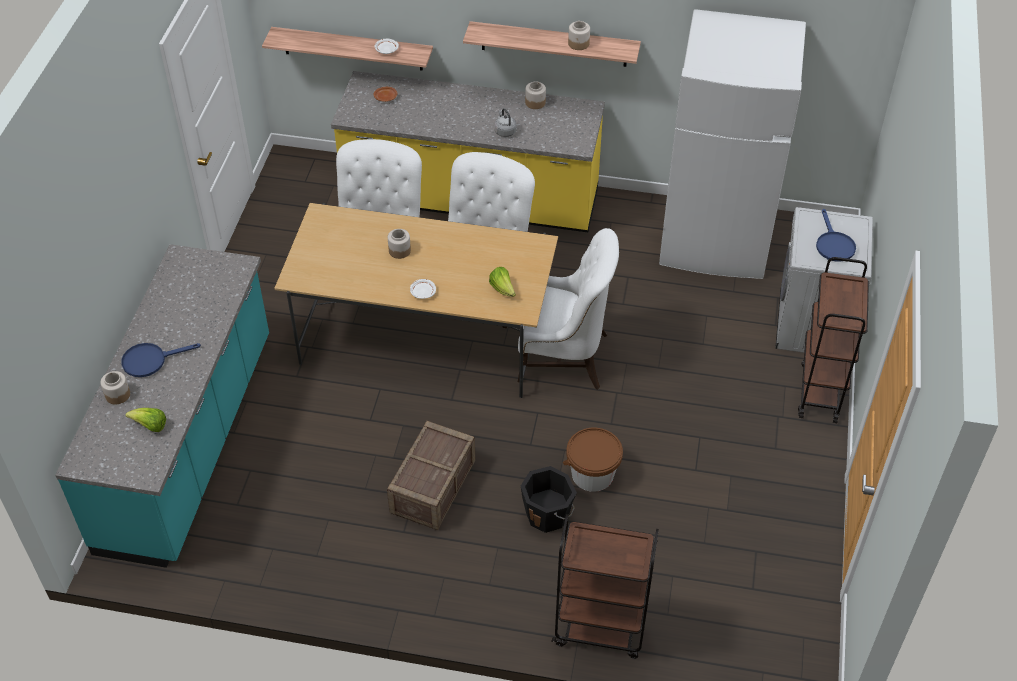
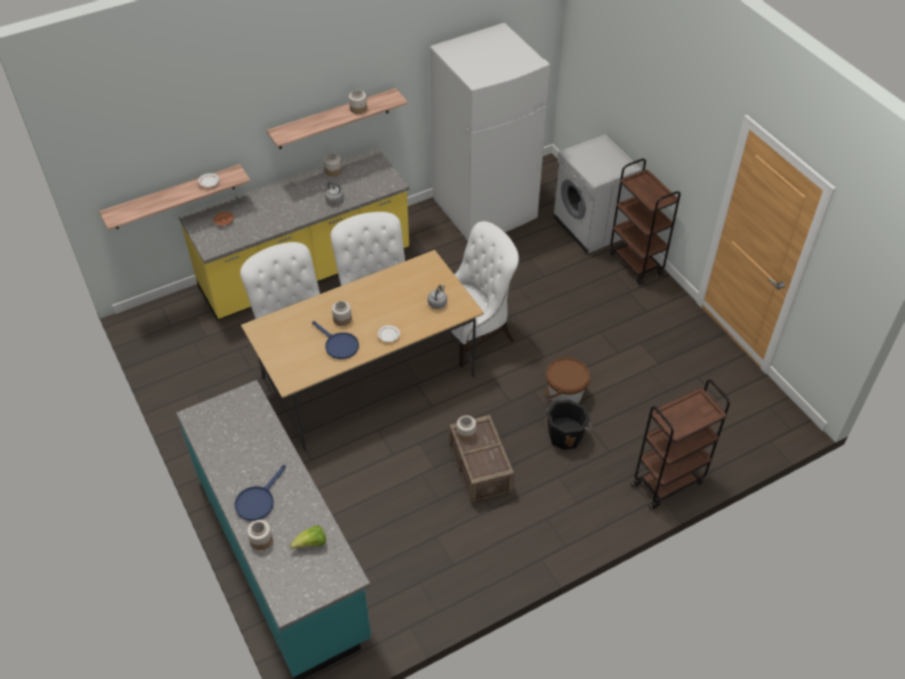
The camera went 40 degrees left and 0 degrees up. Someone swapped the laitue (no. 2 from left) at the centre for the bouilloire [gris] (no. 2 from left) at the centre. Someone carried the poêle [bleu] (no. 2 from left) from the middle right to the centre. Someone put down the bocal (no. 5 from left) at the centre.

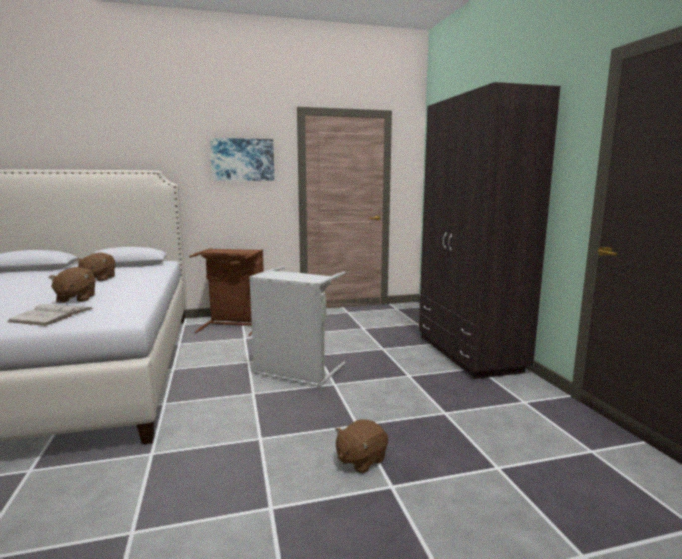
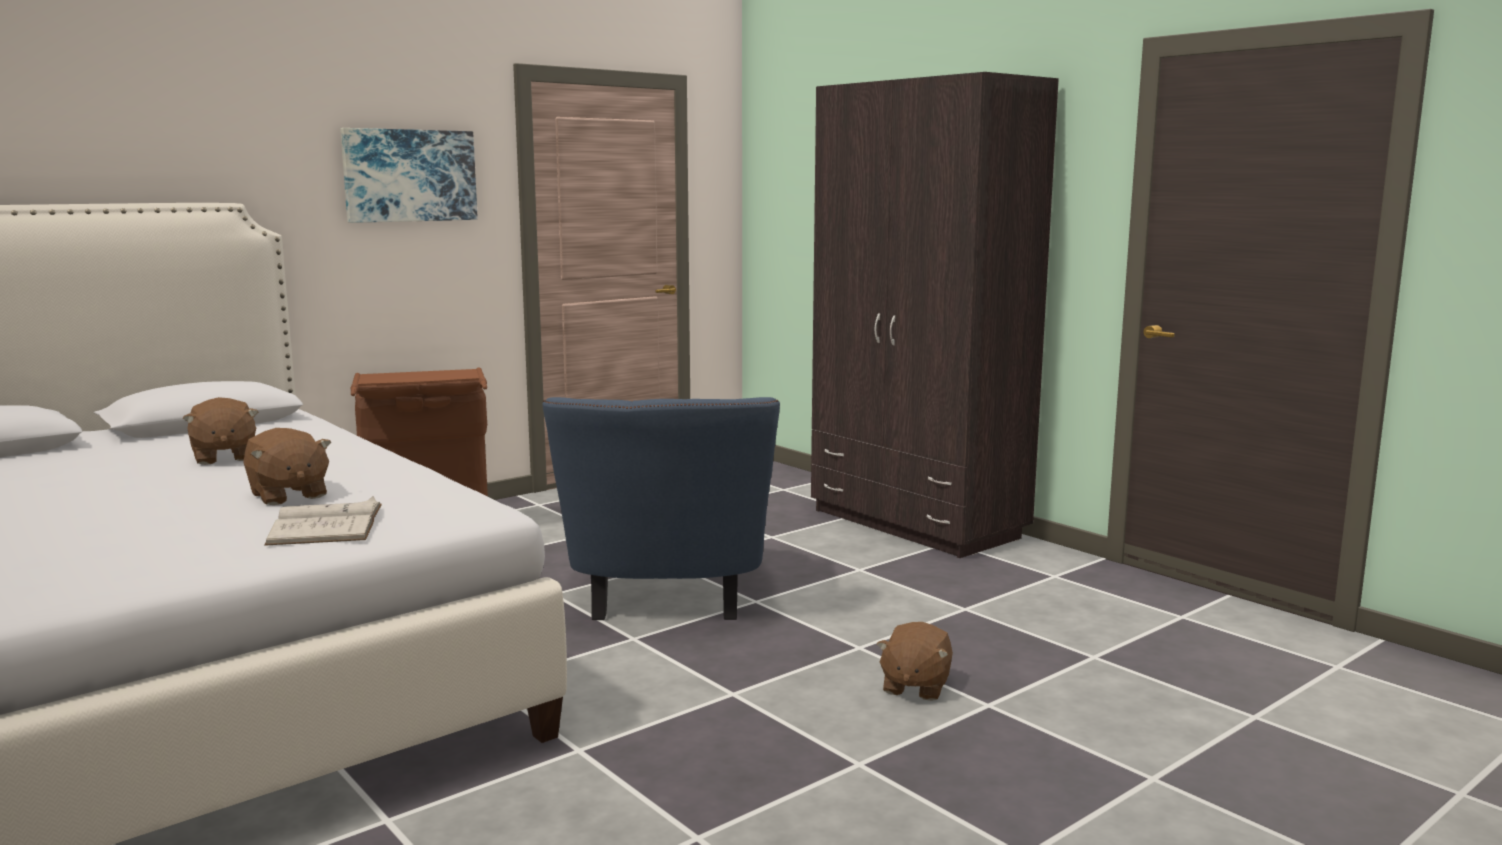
The camera went 25 degrees left and 0 degrees up. Someone swapped the panier à linge [gris] at the centre for the fauteuil [bleu] at the centre.

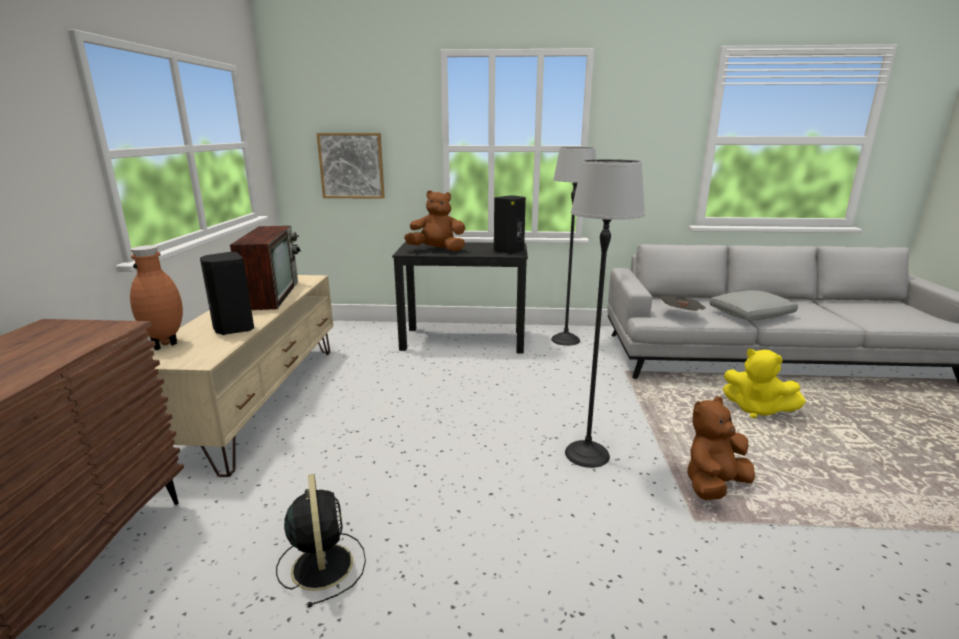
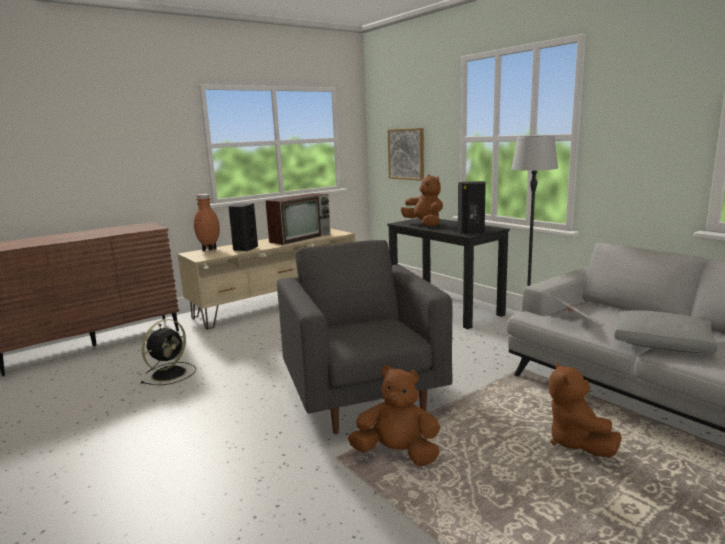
The camera went 50 degrees right and 5 degrees down. Someone swapped the lampadaire (no. 2 from left) at the centre for the fauteuil [gris] at the centre. Someone repainted the peluche [jaune] at the middle right, which became the peluche [marron] (no. 3 from left) at the bottom right.

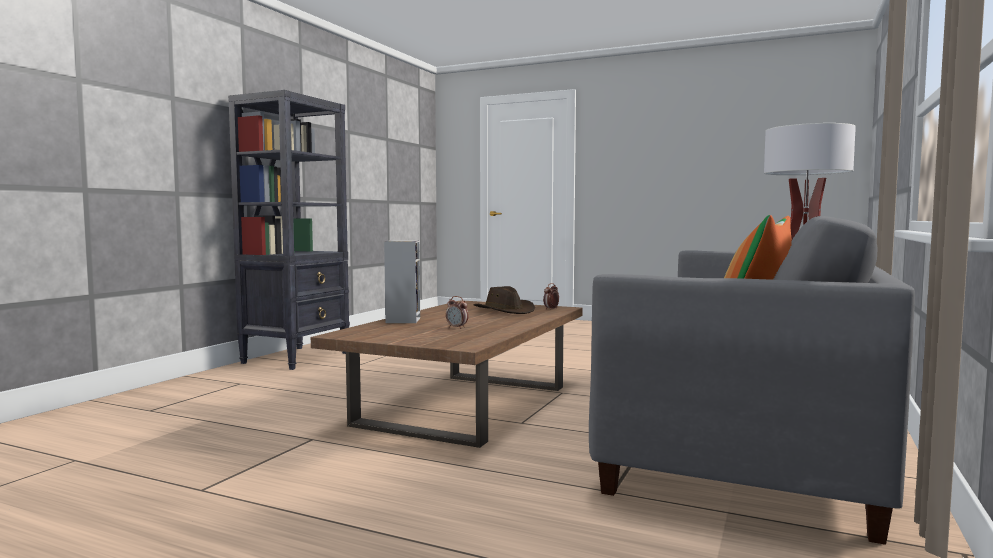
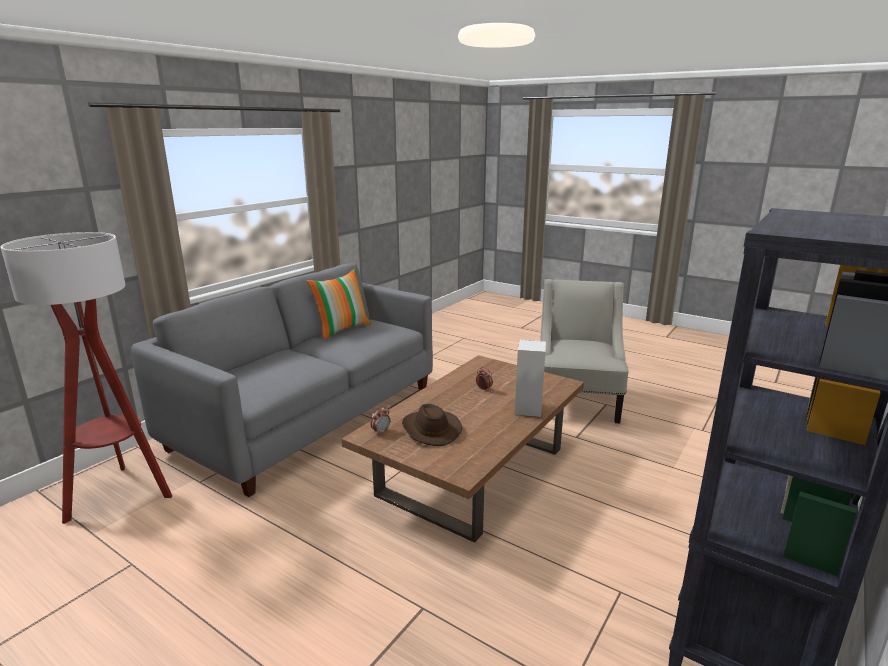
The camera went 170 degrees left and 15 degrees up. Someone put down the fauteuil [gris] at the centre.

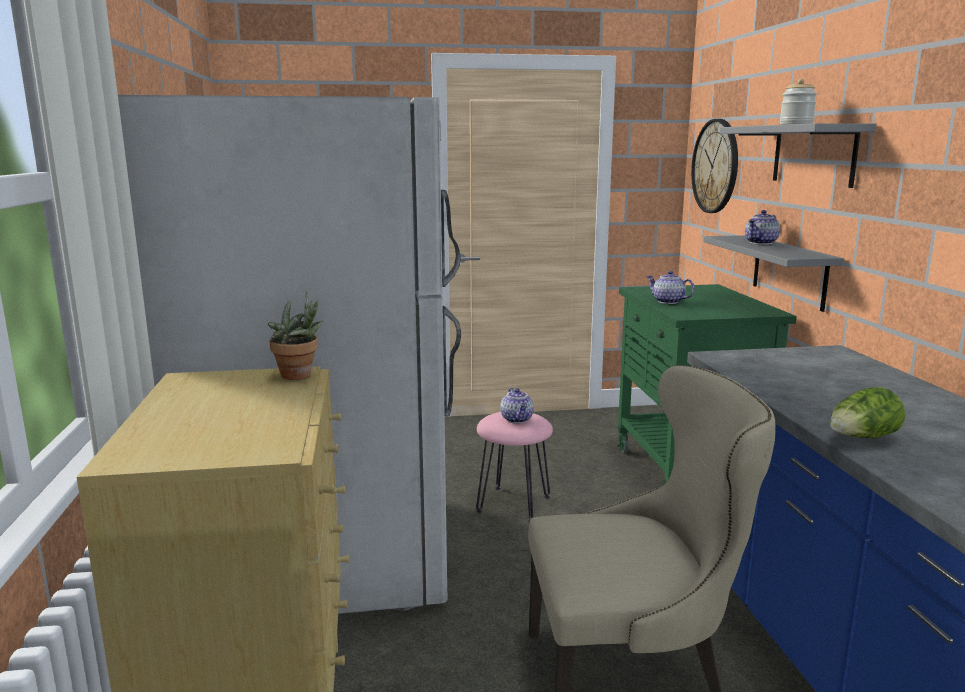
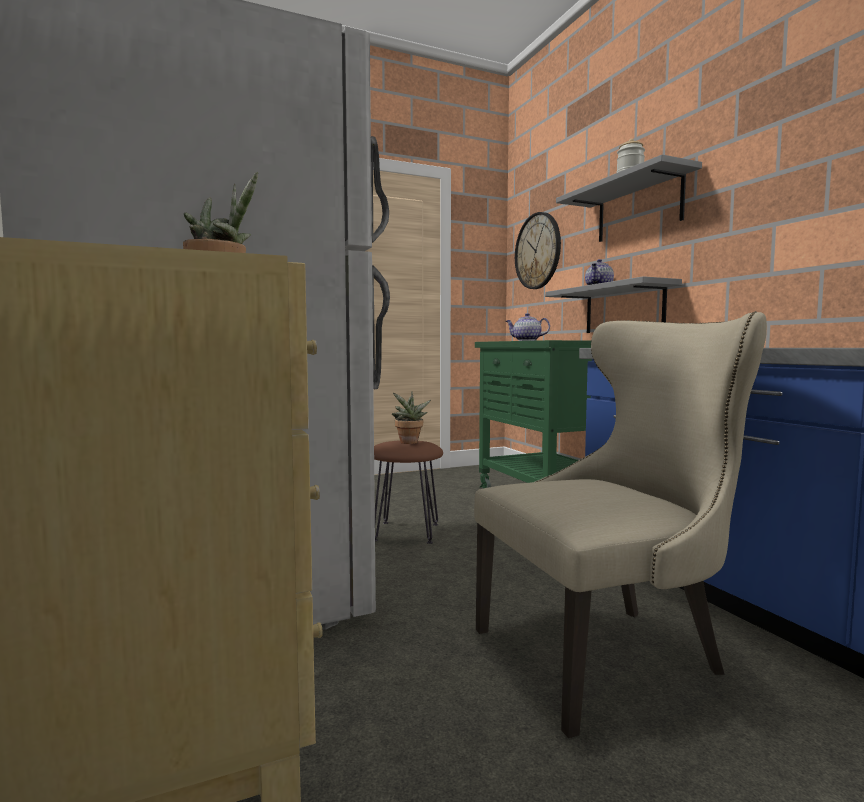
The camera went 15 degrees left and 10 degrees down. Someone repainted the tabouret [rose] at the bottom centre, which became the tabouret [marron] at the centre. Someone swapped the théière (no. 1 from left) at the centre for the plante en pot (no. 2 from left) at the centre. Someone took away the laitue at the middle right.

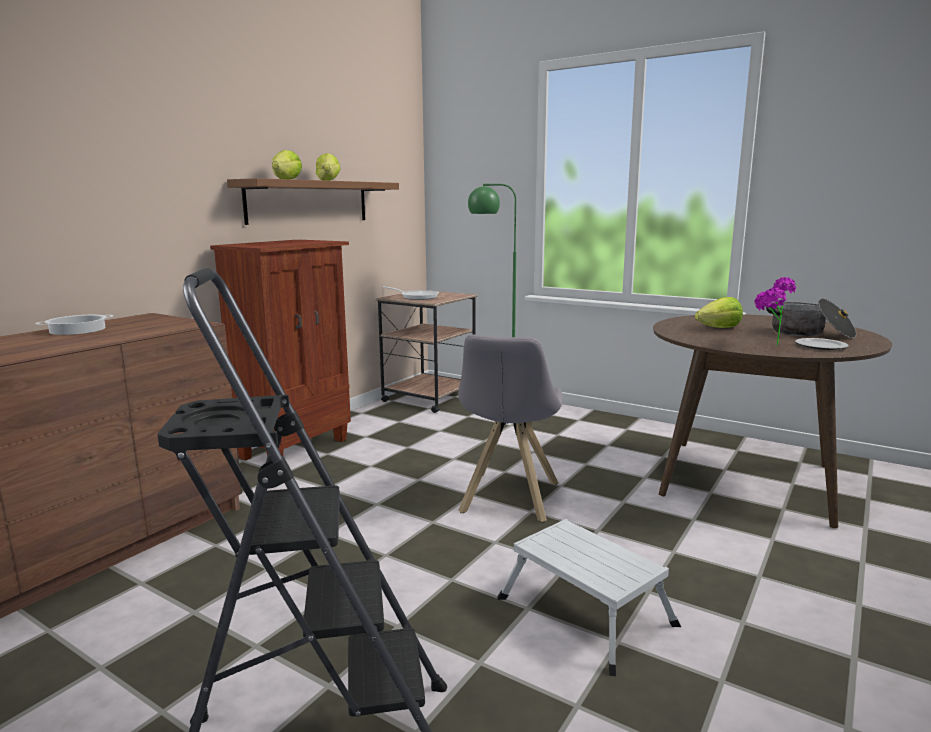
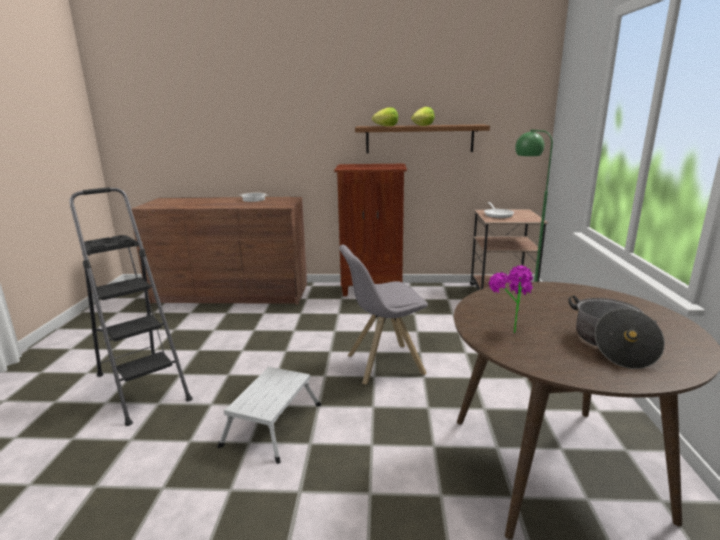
The camera went 60 degrees right and 5 degrees up. Someone took away the laitue (no. 3 from left) at the middle right. Someone took away the assiette at the middle right.

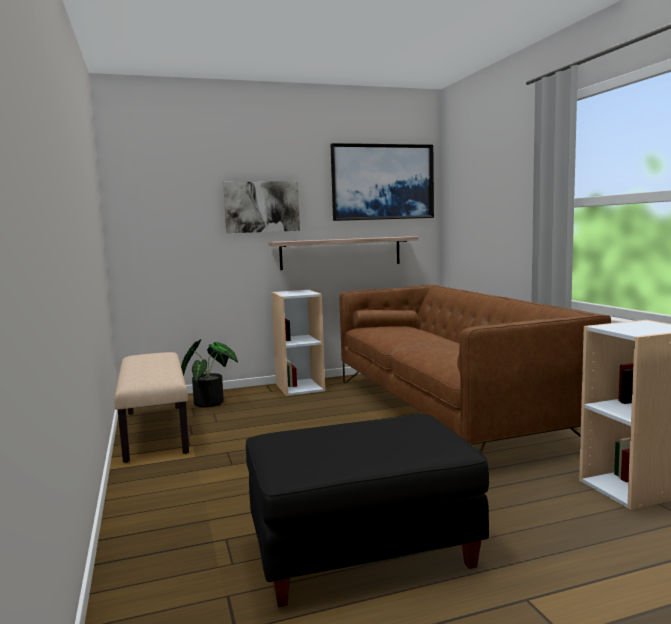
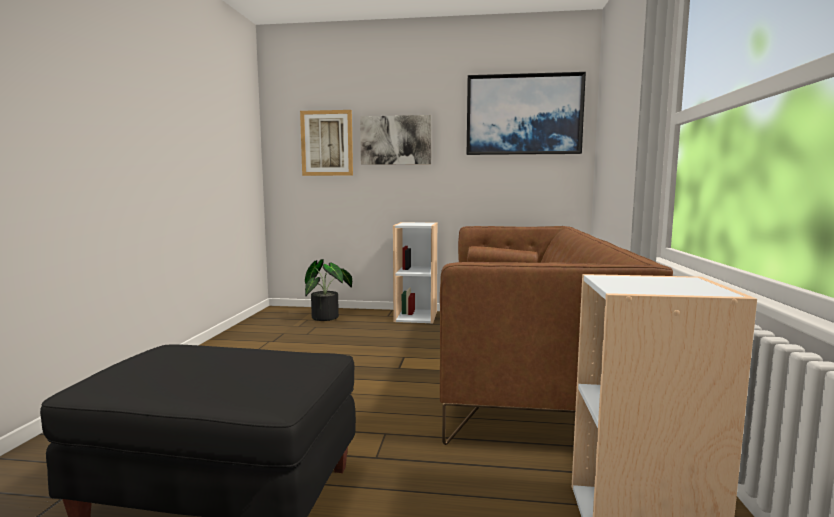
The camera went 25 degrees right and 0 degrees up. Someone took away the banc [beige] at the middle left. Someone took away the étagère at the centre. Someone put up the tableau (no. 1 from left) at the top centre.

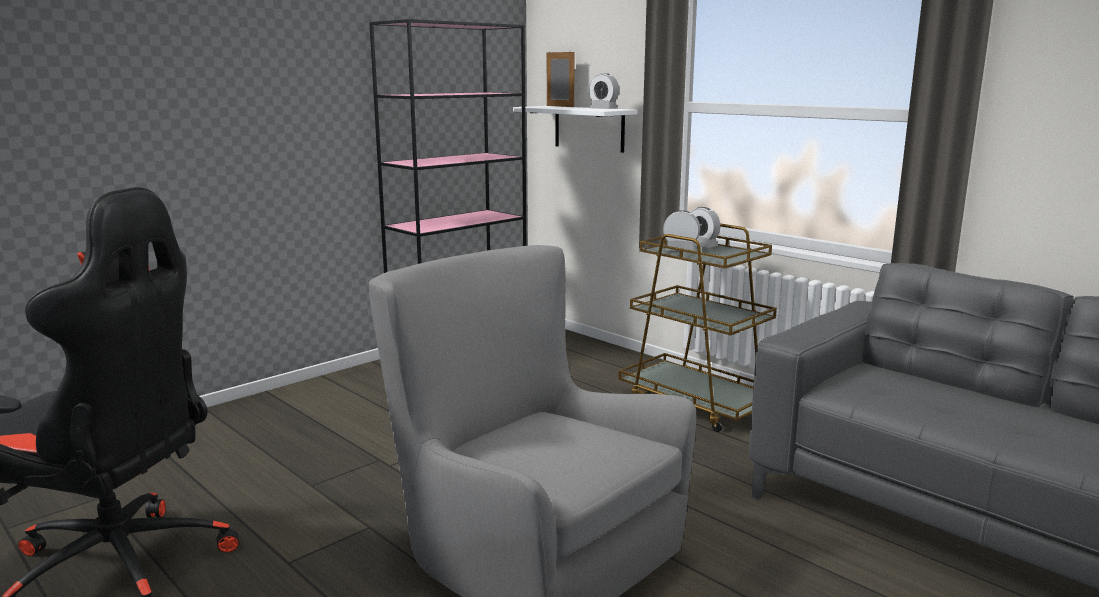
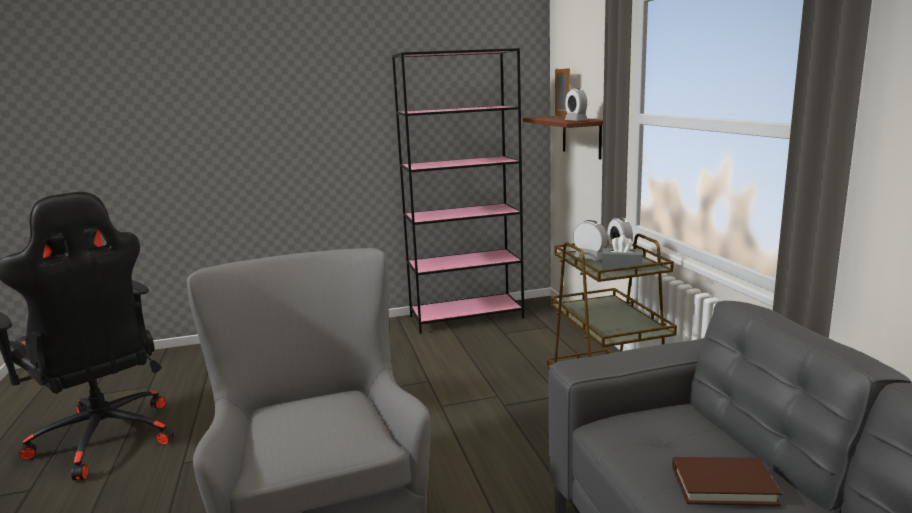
The camera went 30 degrees right and 0 degrees up. Someone repainted the étagère [blanc] at the top centre, which became the étagère [marron] at the top centre. Someone put down the boîte à mouchoirs [gris] at the middle right. Someone put down the livre [marron] at the bottom right.

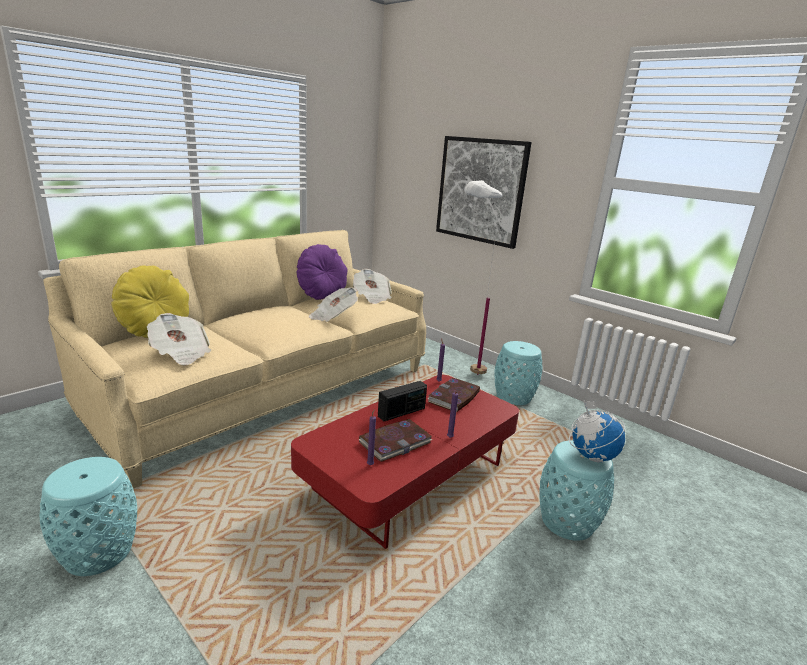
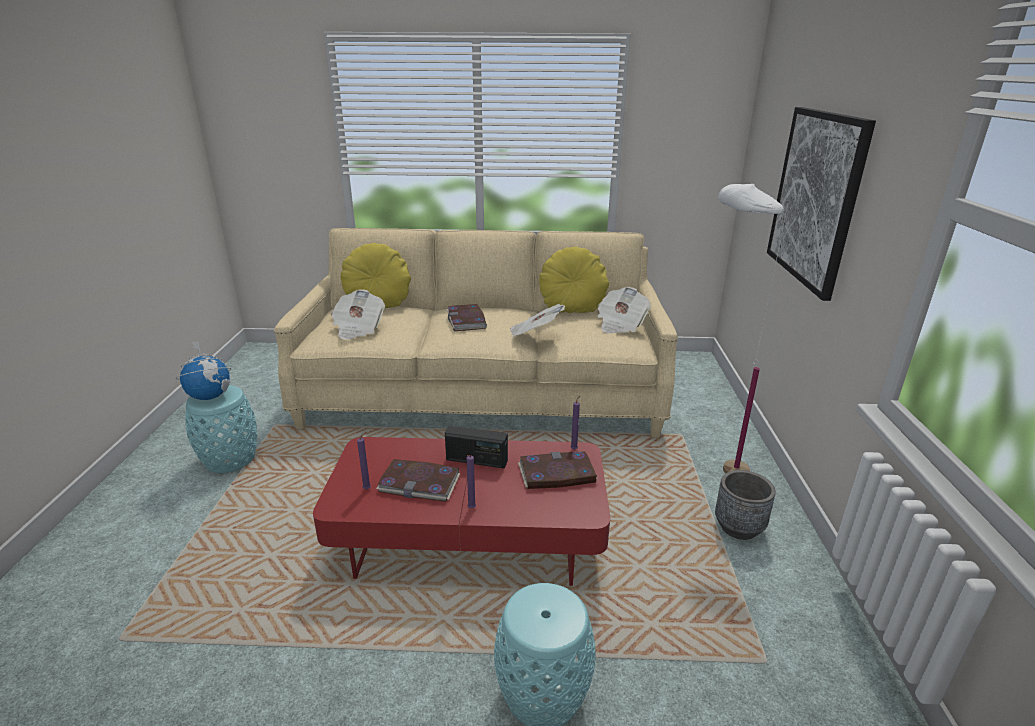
The camera went 50 degrees right and 5 degrees up. Someone repainted the coussin [violet] at the centre, which became the coussin [jaune] (no. 2 from left) at the centre. Someone swapped the tabouret [turquoise] (no. 2 from left) at the centre for the cache-pot [gris] at the bottom right. Someone carried the globe from the middle right to the middle left. Someone put down the livre (no. 2 from left) at the centre.

